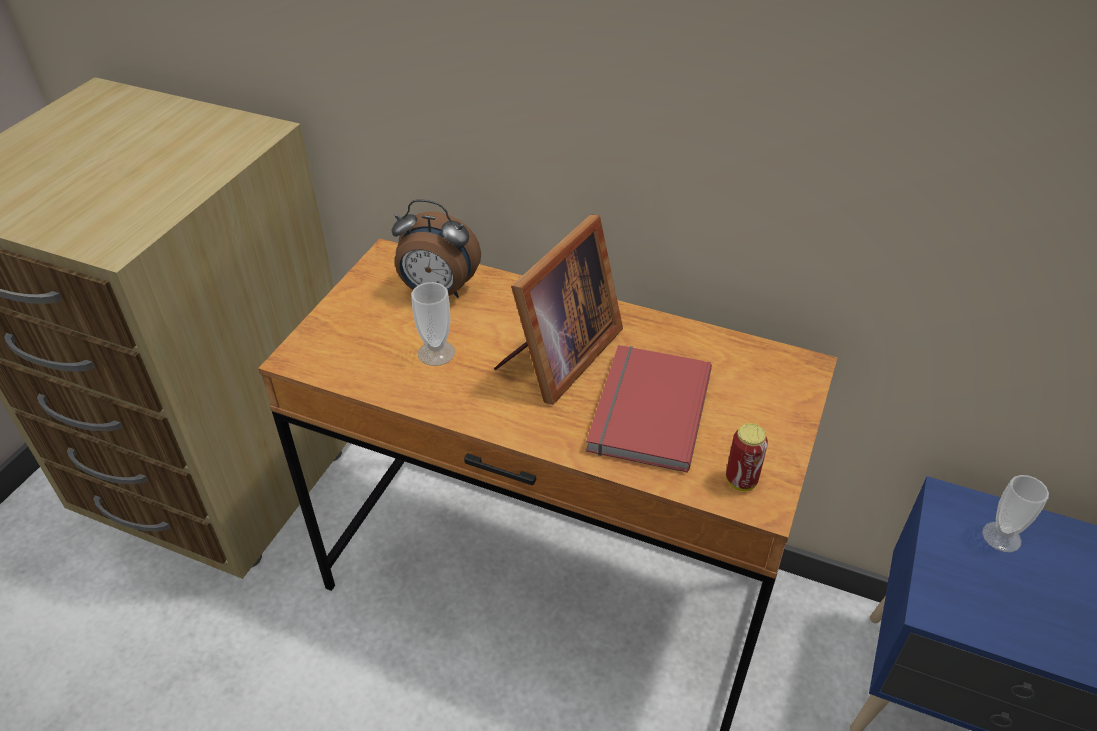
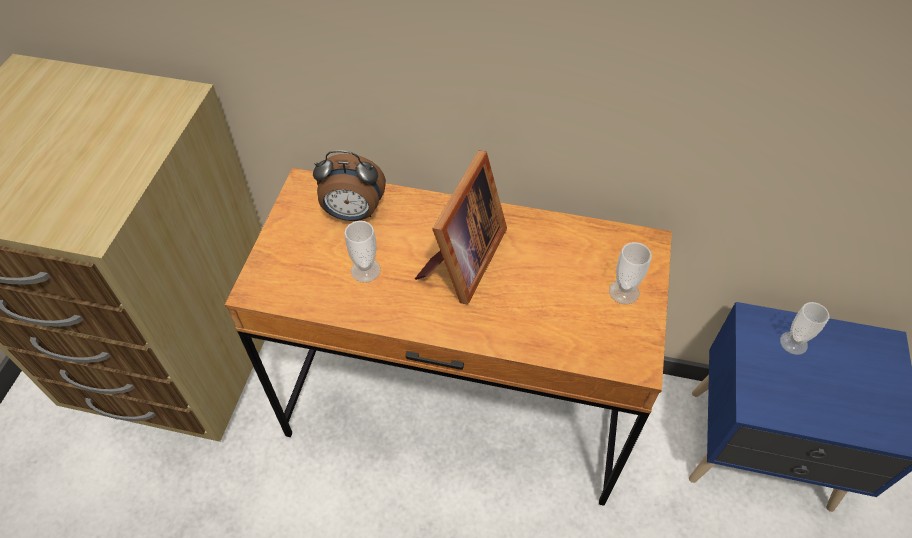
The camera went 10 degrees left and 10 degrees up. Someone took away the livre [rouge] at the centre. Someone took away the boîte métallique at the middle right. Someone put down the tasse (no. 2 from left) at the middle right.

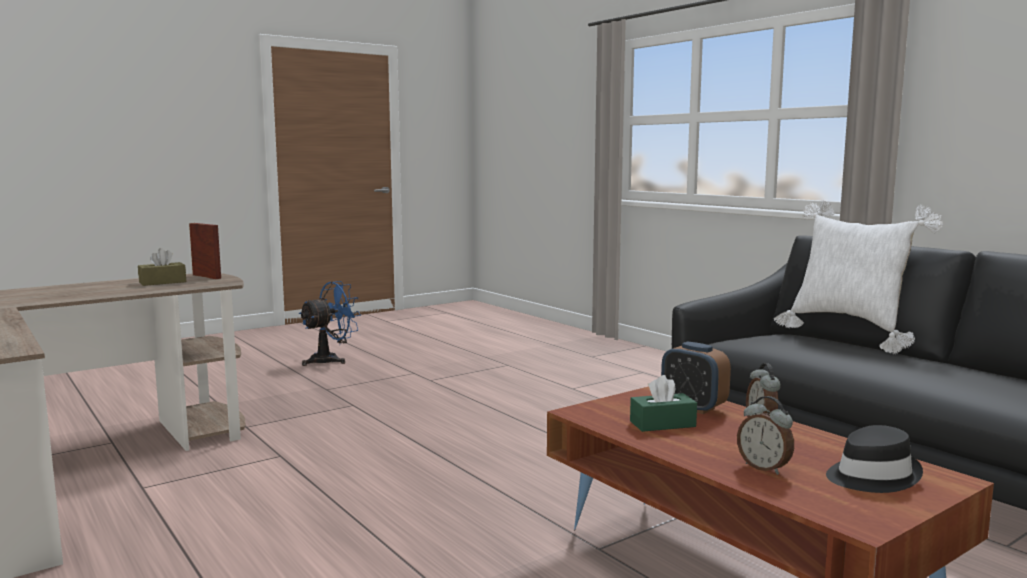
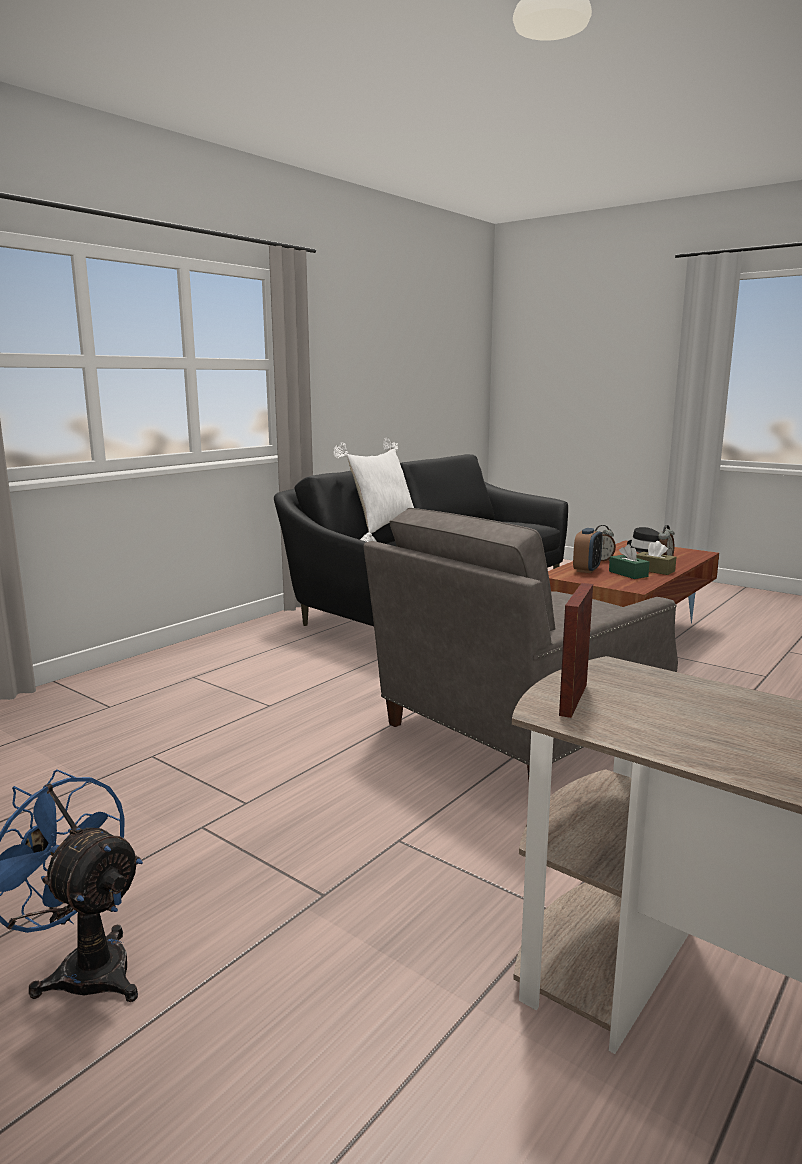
The camera went 105 degrees left and 5 degrees up. Someone carried the boîte à mouchoirs [marron] from the middle left to the middle right. Someone put down the fauteuil [gris] at the centre.

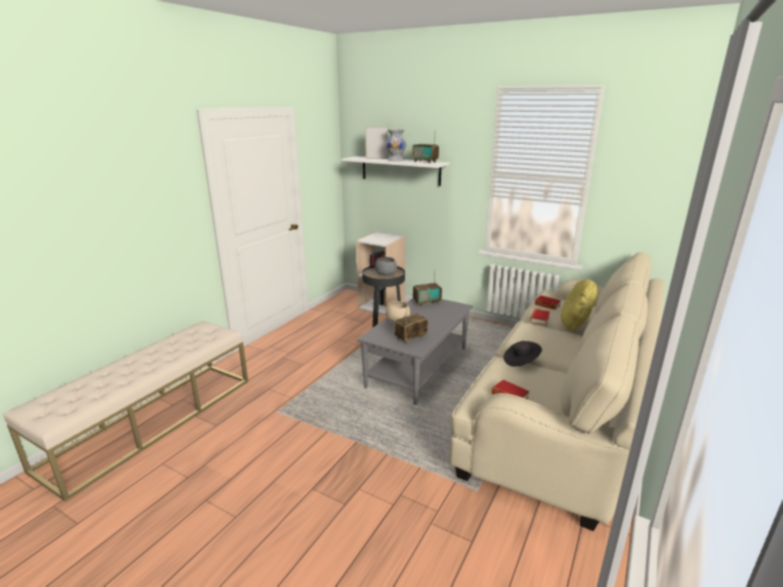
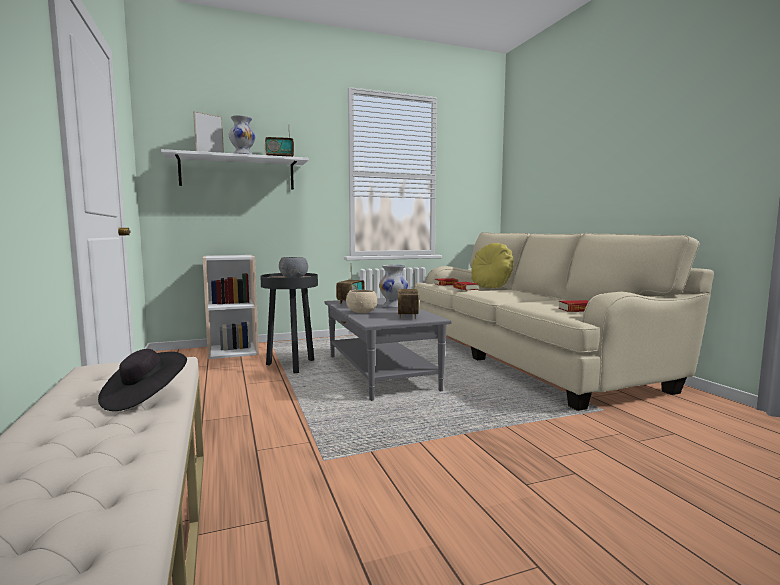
The camera went 50 degrees left and 15 degrees down. Someone carried the chapeau [noir] from the middle right to the middle left. Someone put down the vase [blanc] (no. 2 from left) at the centre.

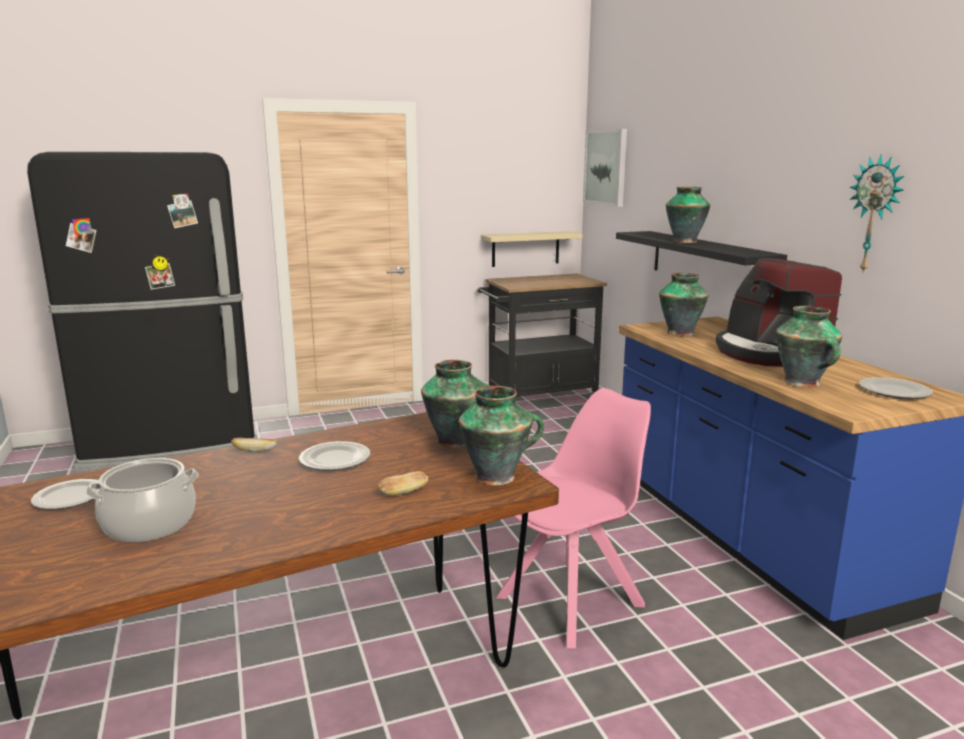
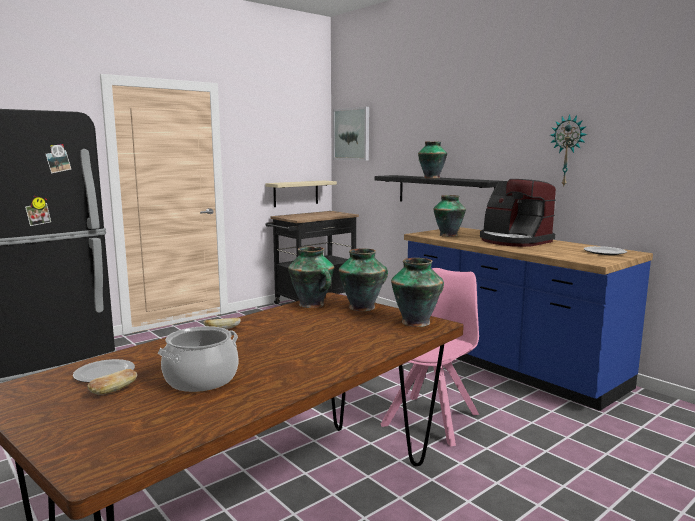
The camera went 20 degrees left and 5 degrees down. Someone took away the assiette (no. 2 from left) at the centre. Someone carried the pain (no. 2 from left in the first image) from the centre to the bottom left. Someone carried the vase (no. 5 from left in the first image) from the middle right to the centre.

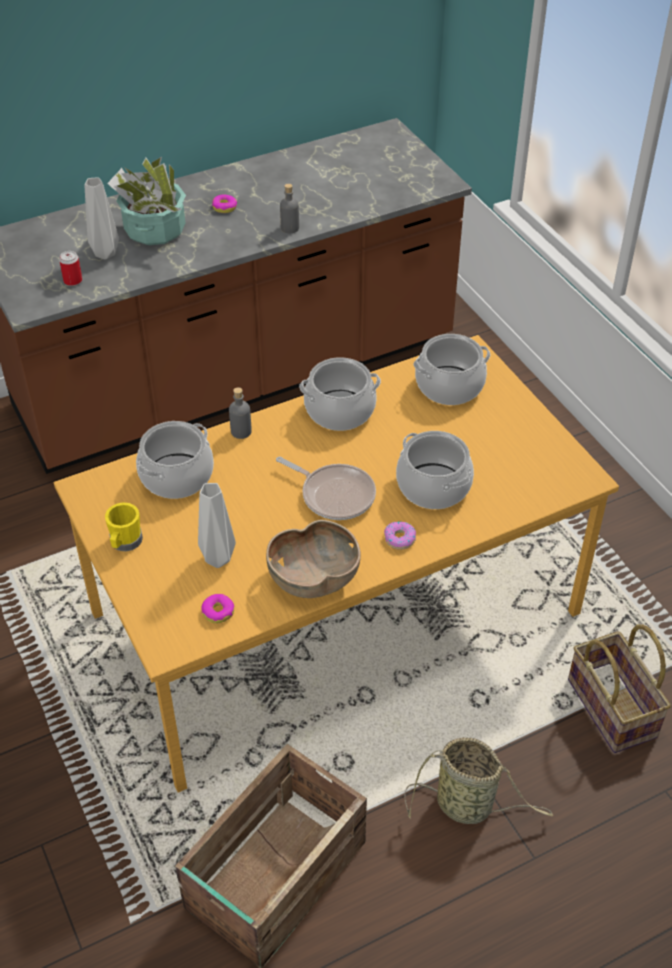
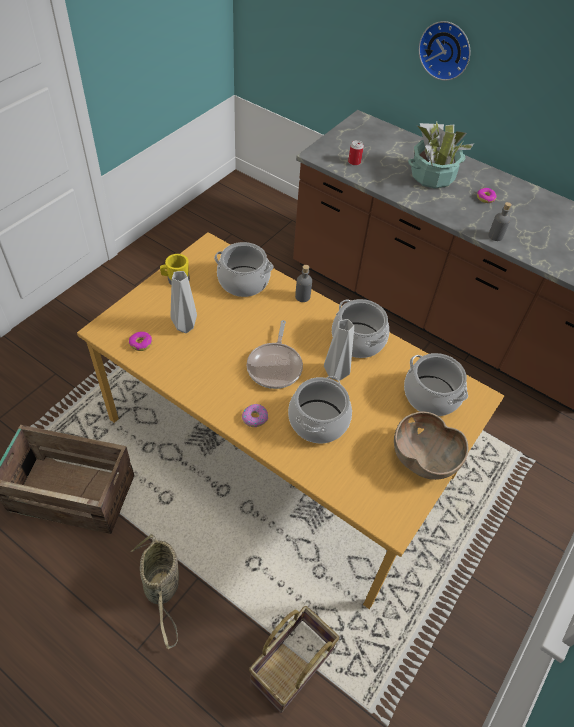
The camera went 60 degrees right and 5 degrees up. Someone carried the vase [gris] (no. 1 from left in the first image) from the top left to the centre. Someone carried the bol [marron] from the centre to the middle right. Someone put up the horloge murale at the top right.

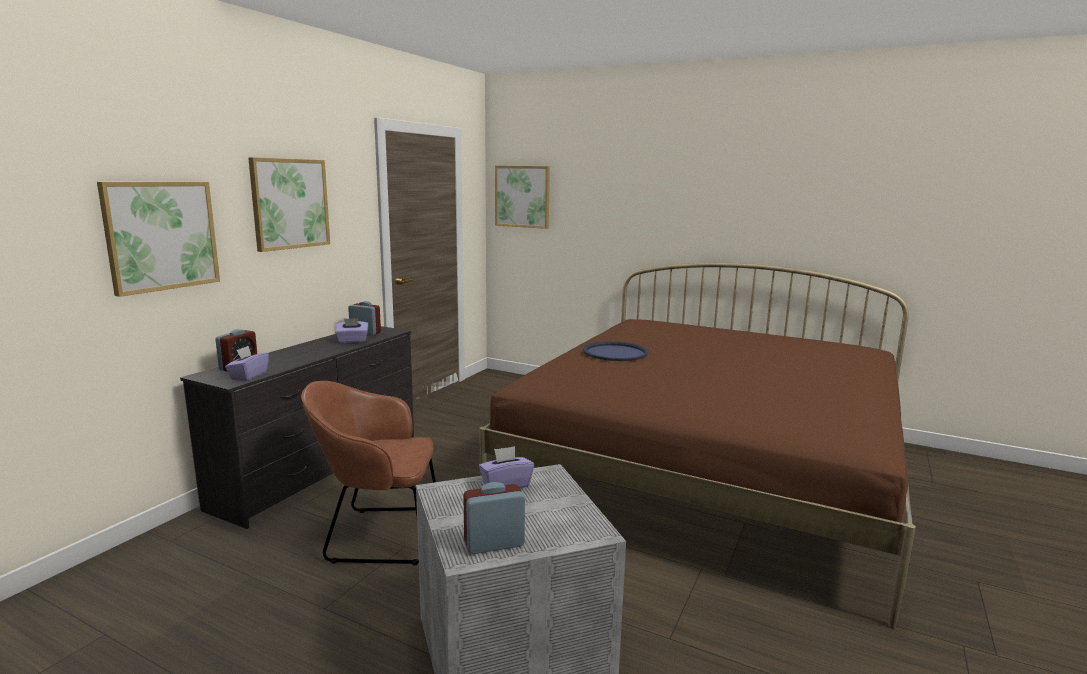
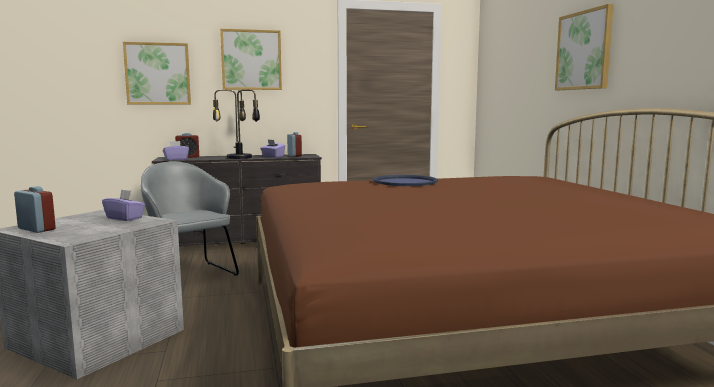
The camera went 50 degrees right and 5 degrees down. Someone repainted the fauteuil [marron] at the bottom centre, which became the fauteuil [gris] at the middle left. Someone carried the tableau (no. 3 from left) from the top centre to the top right. Someone put down the lampe de table at the top left.

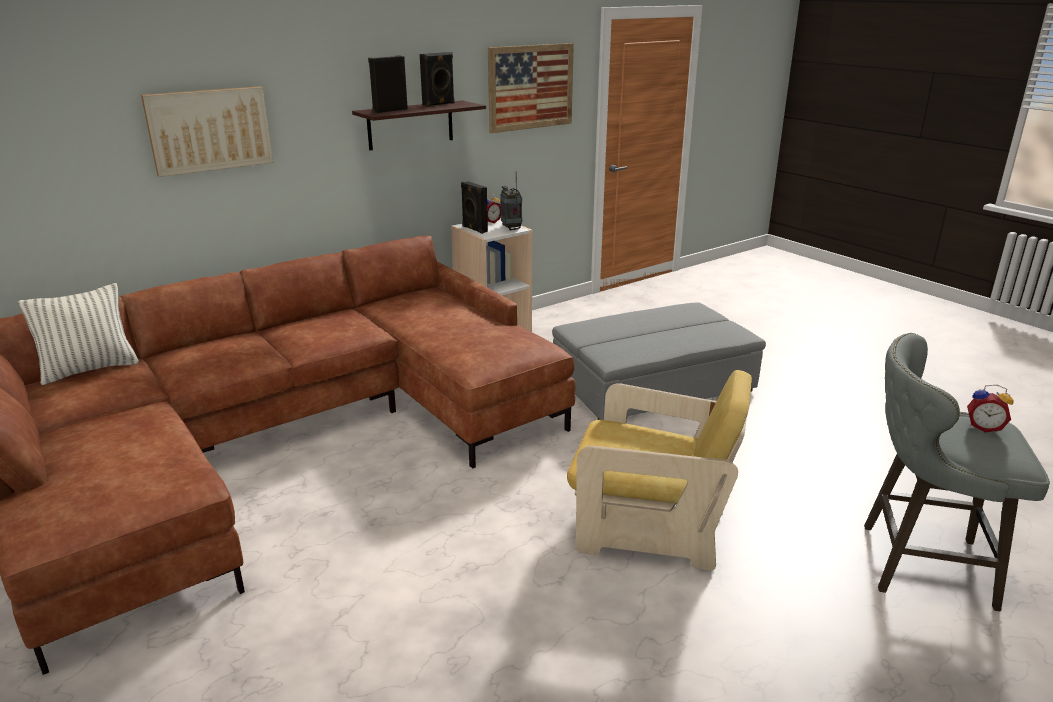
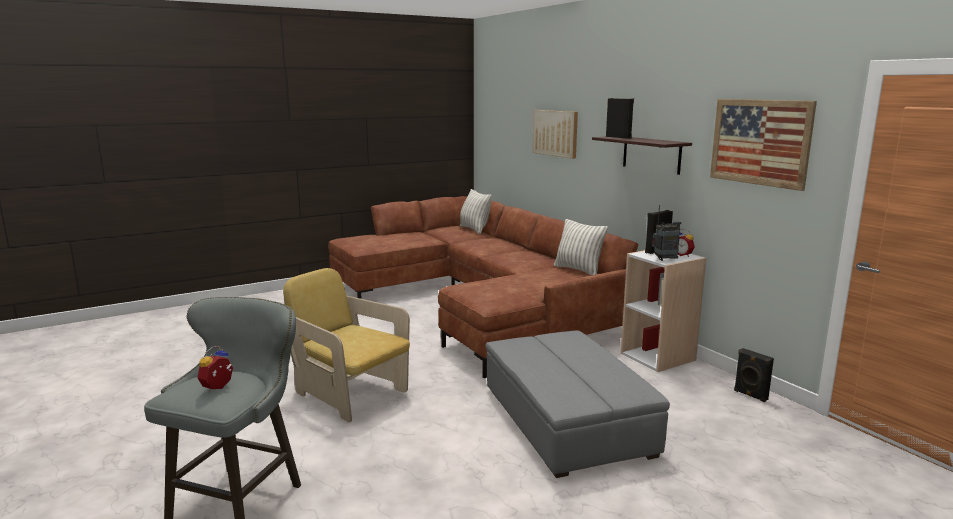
The camera went 95 degrees right and 10 degrees down. Someone carried the enceinte [noir] (no. 2 from left in the first image) from the top centre to the bottom right. Someone rotated the fauteuil [jaune] at the bottom centre by 105 degrees clockwise. Someone put down the coussin (no. 2 from left) at the centre.

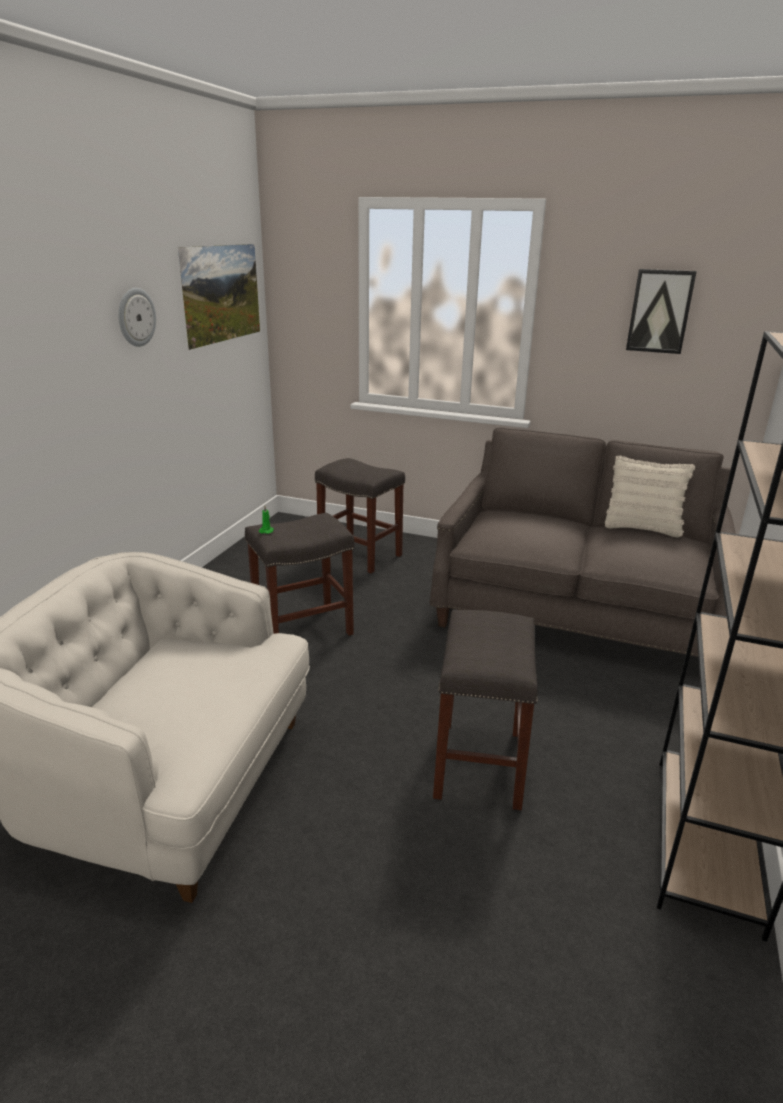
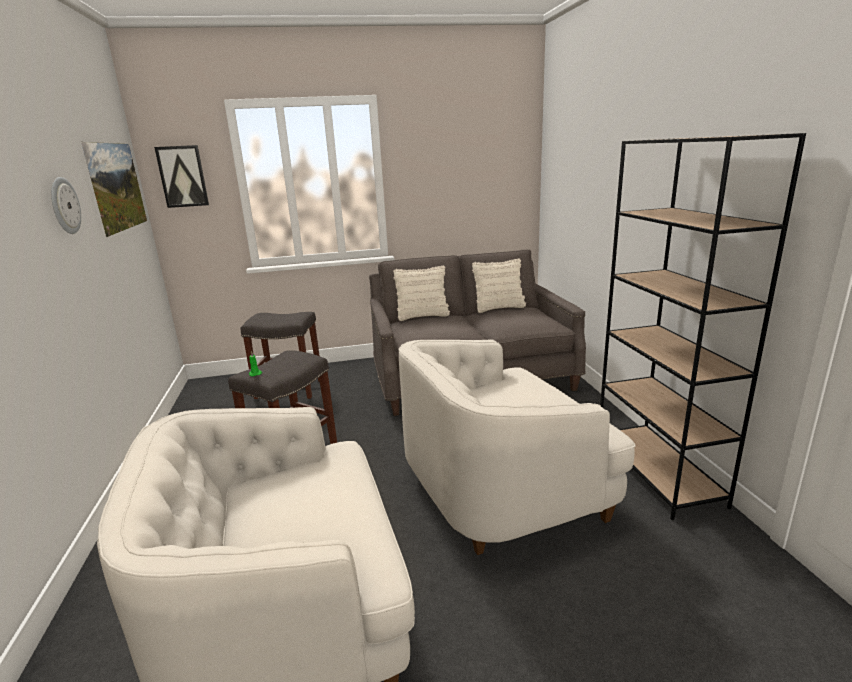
The camera went 30 degrees left and 5 degrees down. Someone swapped the tabouret [gris] (no. 3 from left) at the centre for the fauteuil [blanc] (no. 2 from left) at the centre. Someone carried the tableau (no. 2 from left) from the top right to the top left. Someone put down the coussin [beige] (no. 1 from left) at the centre.

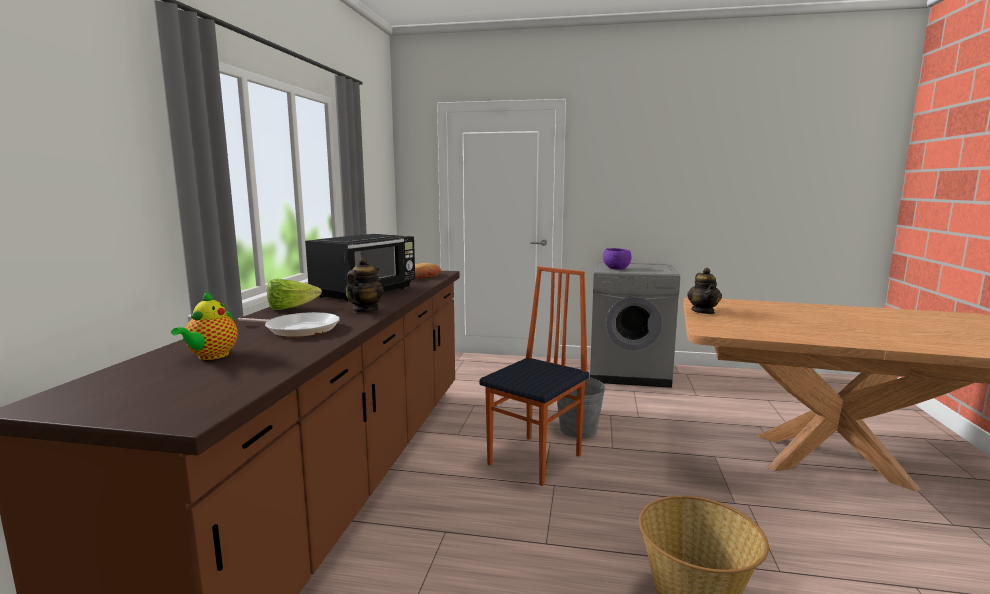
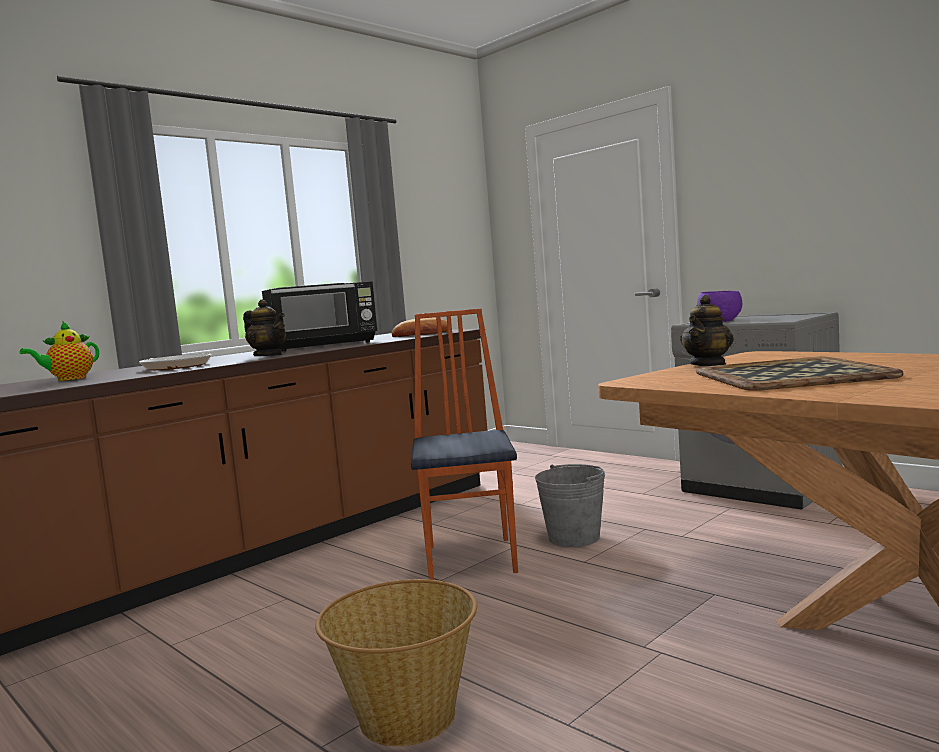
The camera went 35 degrees right and 5 degrees down. Someone took away the laitue at the middle left. Someone rotated the théière (no. 2 from left) at the centre by 75 degrees clockwise. Someone rotated the chaise at the centre by 75 degrees counterclockwise. Someone put down the plateau at the middle right.

